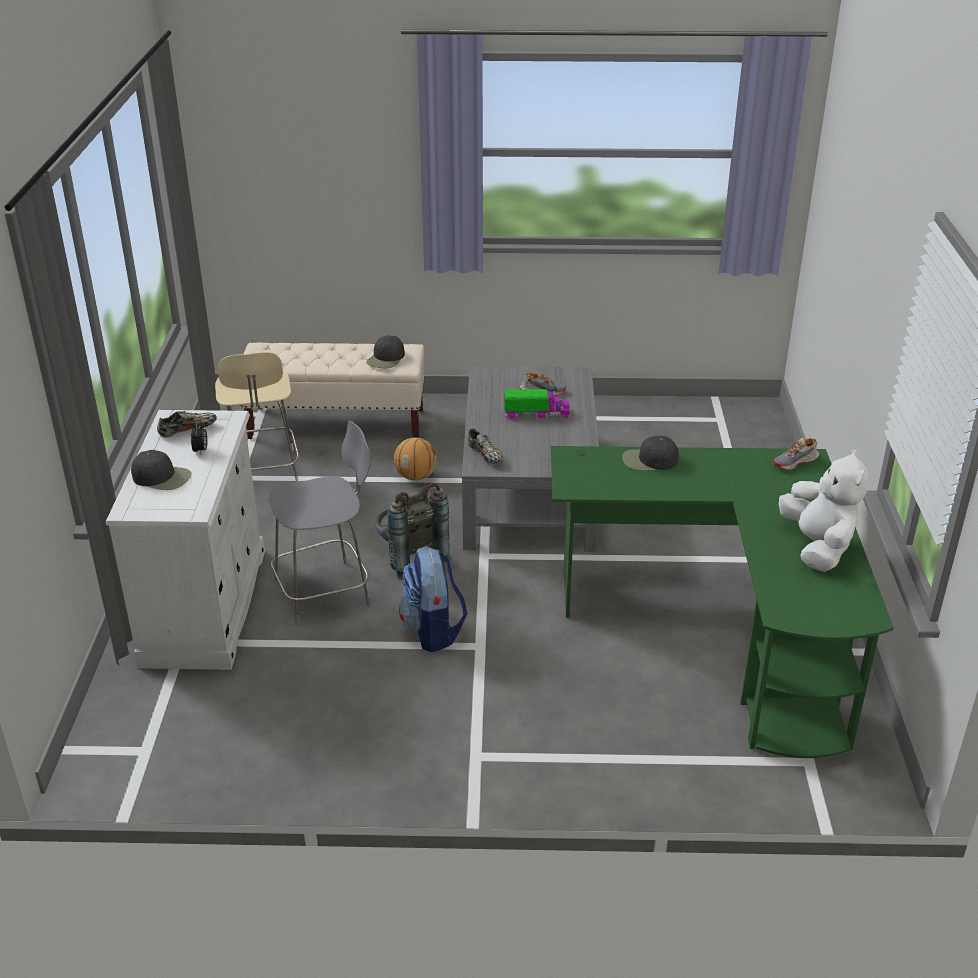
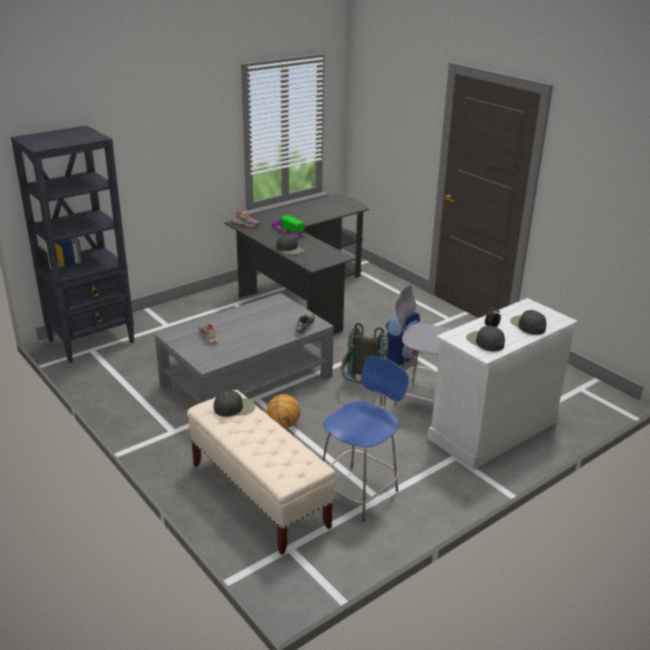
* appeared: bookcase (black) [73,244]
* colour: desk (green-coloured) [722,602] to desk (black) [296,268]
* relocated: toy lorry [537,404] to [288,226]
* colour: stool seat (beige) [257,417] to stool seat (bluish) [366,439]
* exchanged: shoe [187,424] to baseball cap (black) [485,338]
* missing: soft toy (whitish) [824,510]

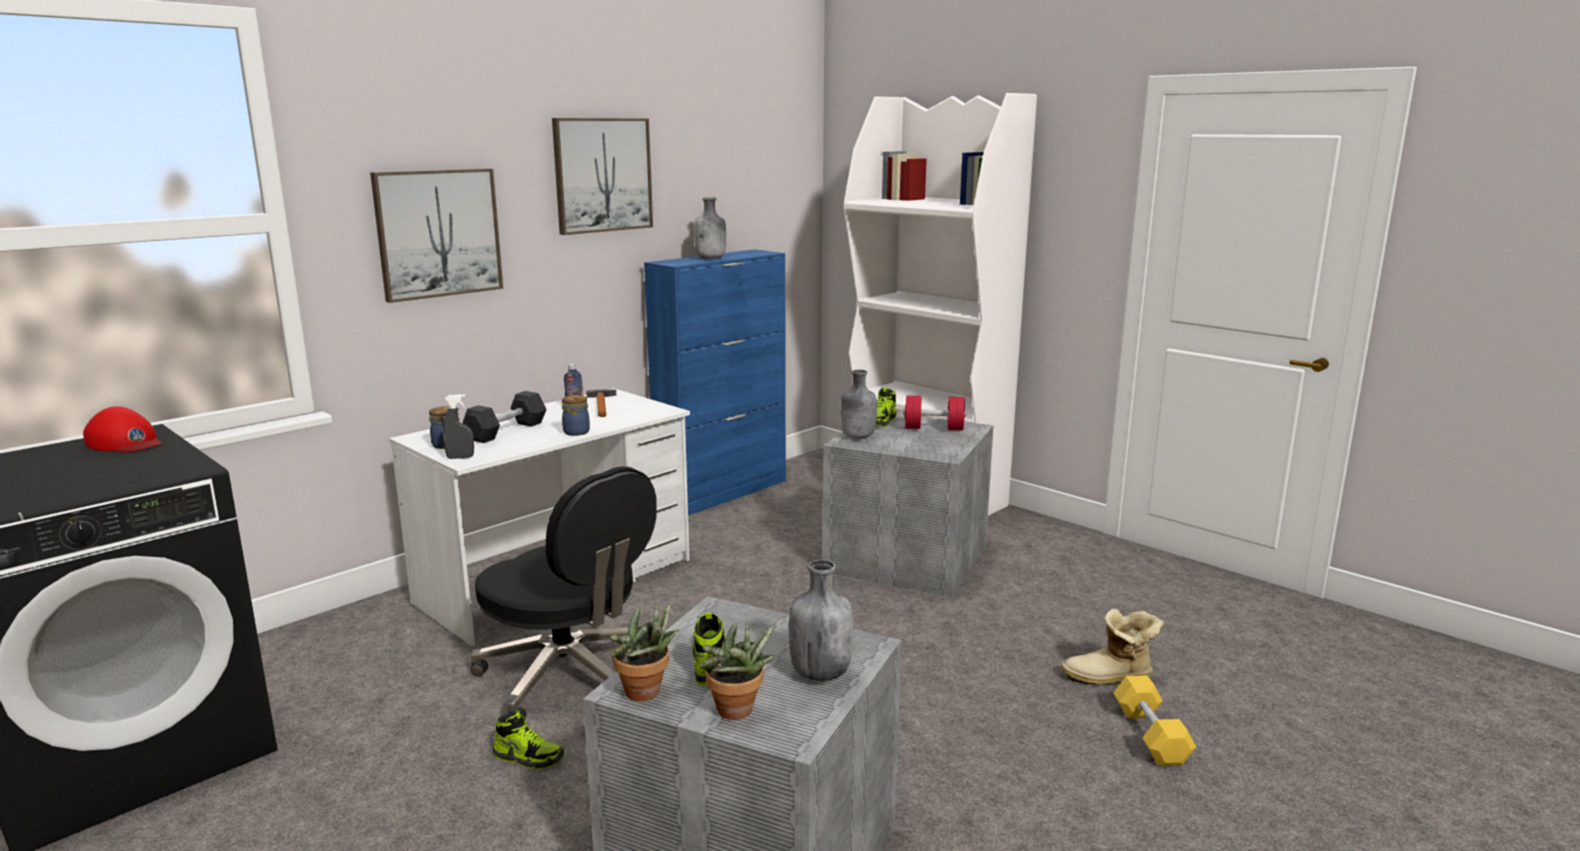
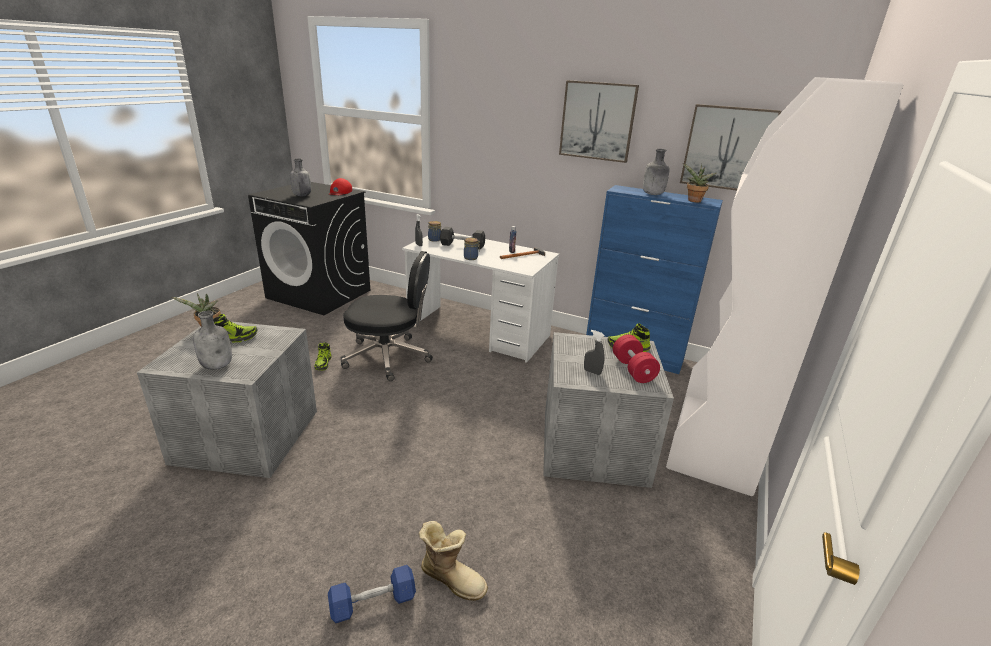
* relocated: drink bottle (grey) [858,404] to [300,177]
* colour: free weight (yellowish) [1154,720] to free weight (bluish) [372,594]
* spun: office chair (black) [563,591] = [386,316] 105 degrees counterclockwise
* spun: boot [1112,647] = [453,561] 135 degrees clockwise
* appeared: spray bottle (grey) [594,352]
* relocated: wall picture [436,236] to [730,147]
* relocated: houseplant [738,671] to [699,182]

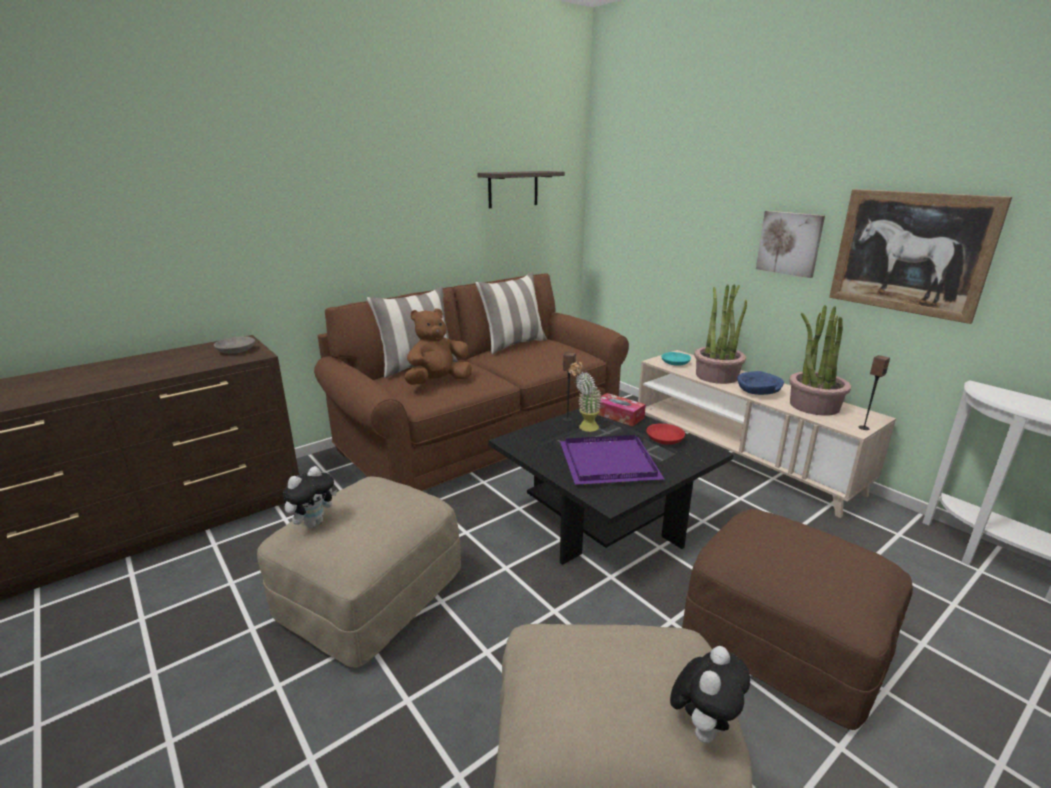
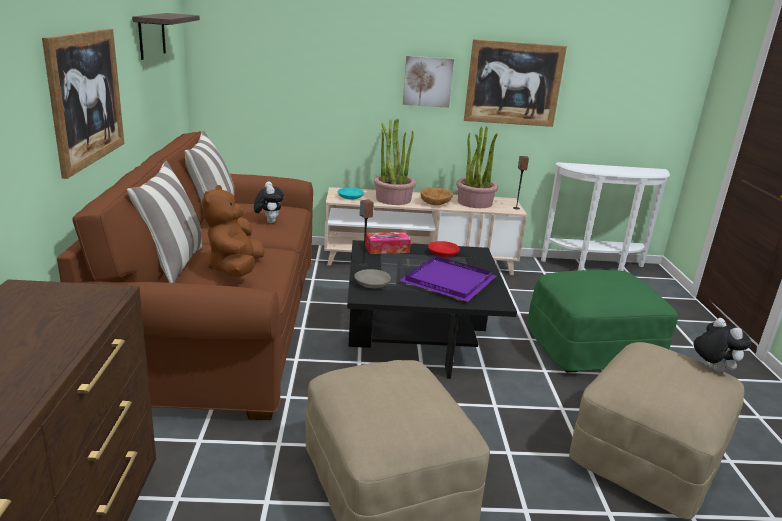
* appeared: wall picture [83,104]
* relocated: soft toy [310,497] to [269,202]
* relocated: serving bowl (grey) [234,345] to [373,278]
* colour: serving bowl (bluish) [760,383] to serving bowl (brown-coloured) [436,196]
* colour: pouffe (brown-coloured) [797,619] to pouffe (green-coloured) [602,321]
* missing: houseplant [585,396]

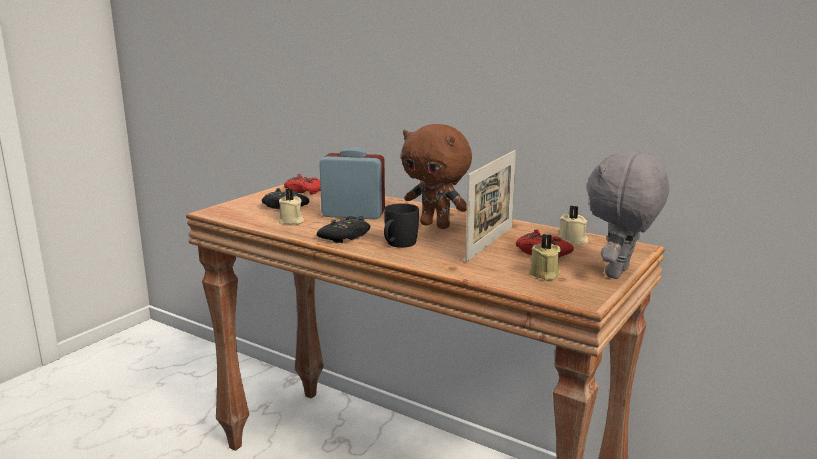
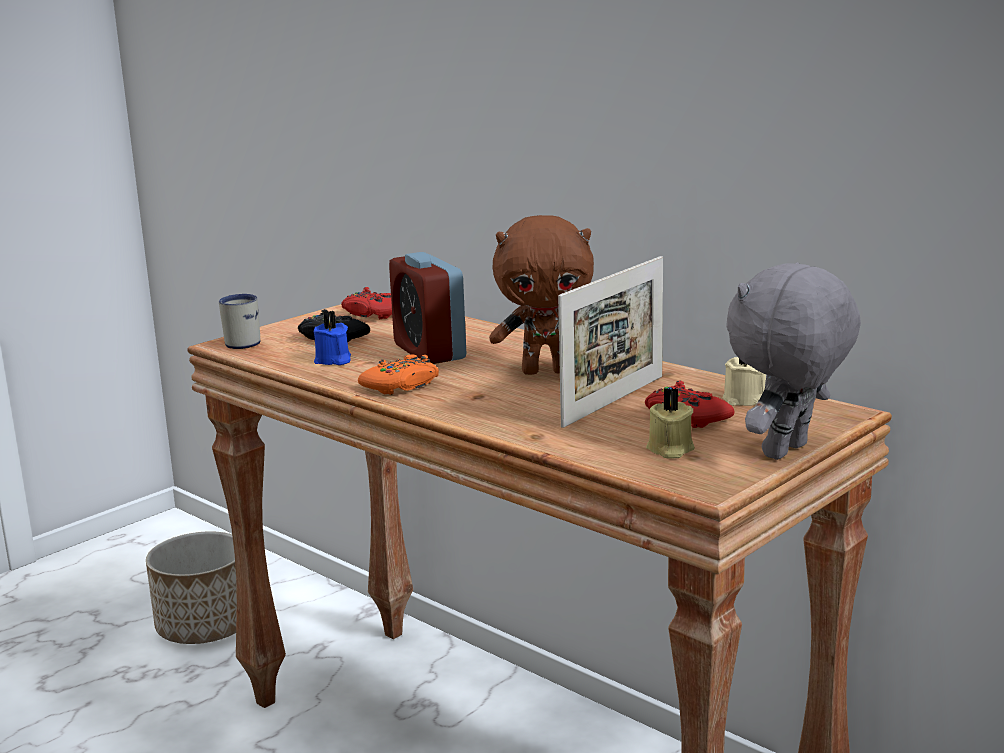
* appeared: flower pot [191,587]
* appeared: coffee mug (whitish) [239,321]
* colour: wax candle (beige) [291,206] to wax candle (bluish) [332,337]
* colour: joypad (black) [343,229] to joypad (orange-coloured) [398,375]
* spun: bedside clock [352,183] = [427,308] 135 degrees counterclockwise
* spun: soft toy (brown-coloured) [436,176] = [541,295] 45 degrees counterclockwise
* missing: coffee mug (black) [401,225]

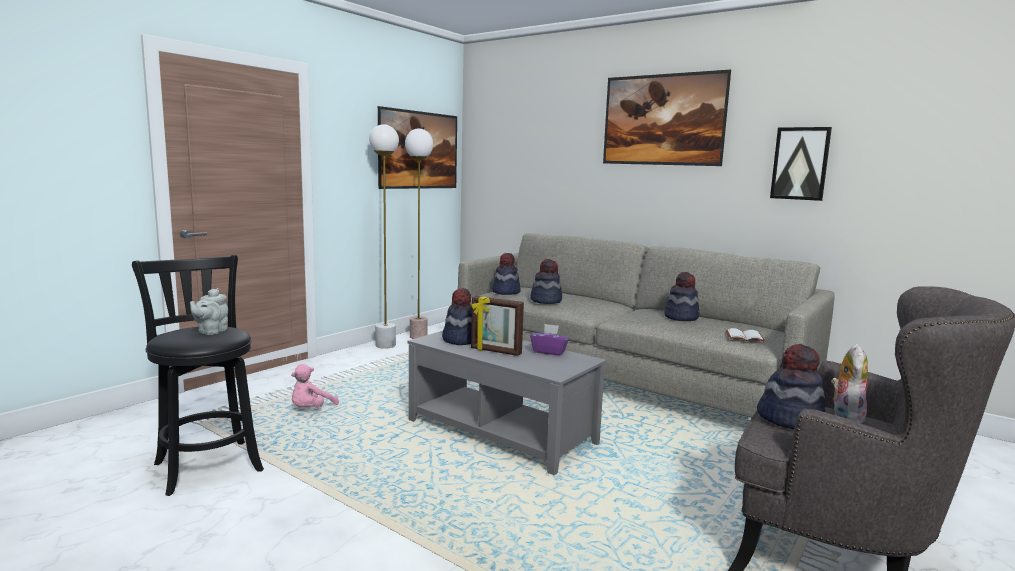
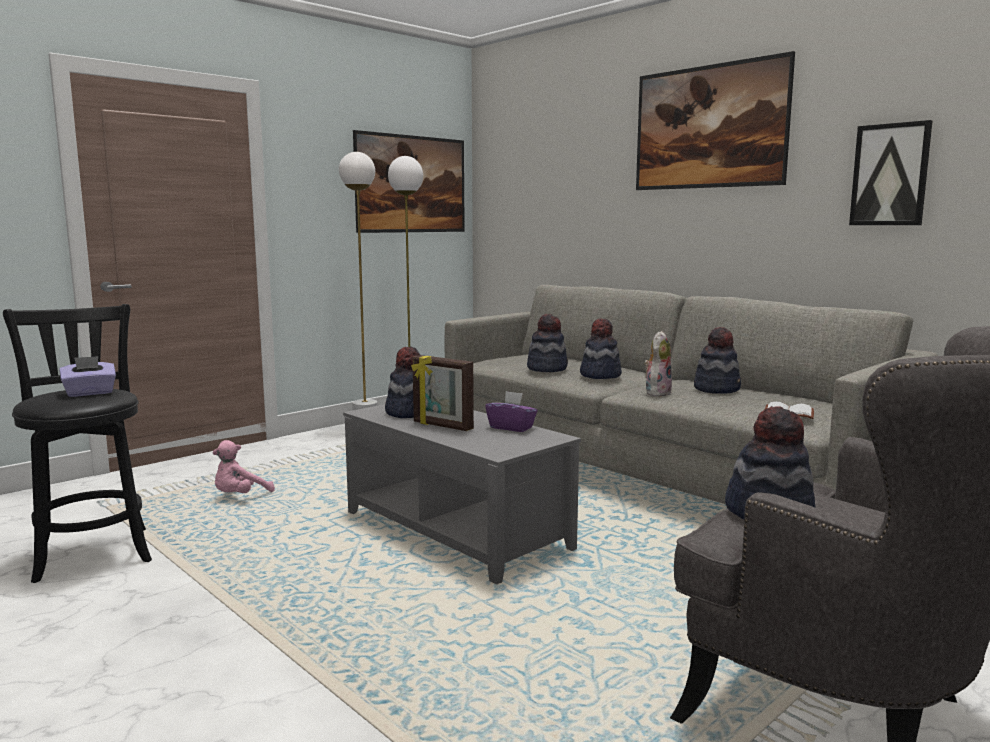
* exchanged: tea pot (grey) [209,311] to box of tissues (purplish) [88,376]
* relocated: clothing hat [506,274] to [601,349]
* relocated: soft toy [849,384] to [658,364]

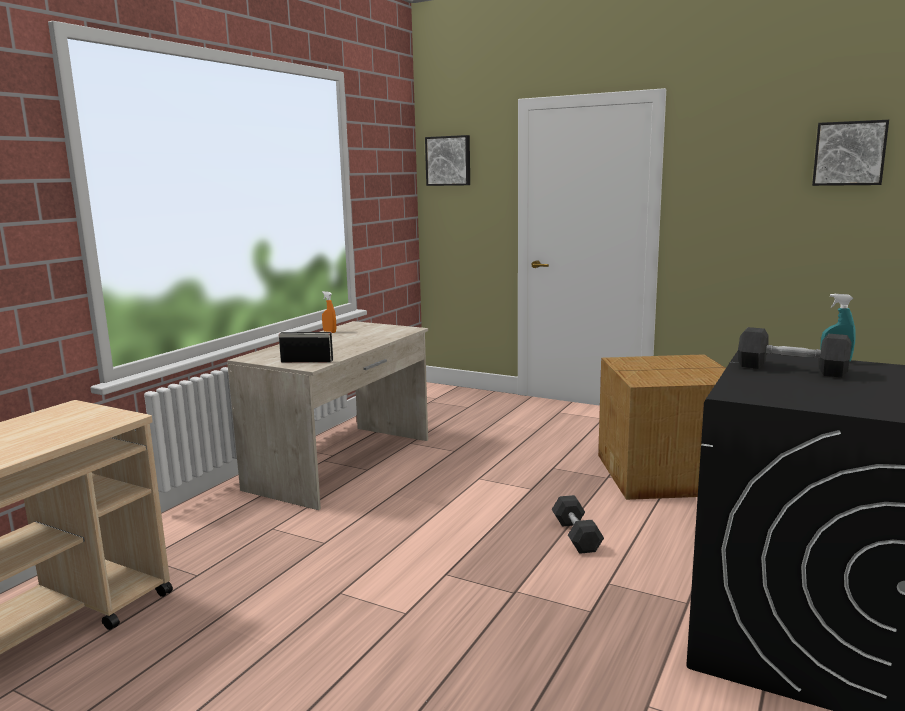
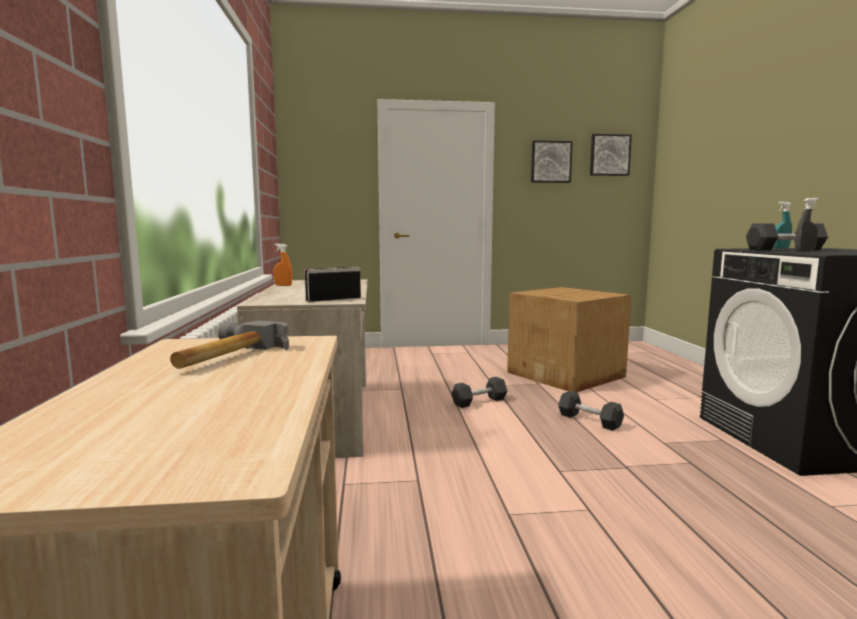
* appeared: hand hammer [229,345]
* appeared: free weight (grey) [479,392]
* relocated: wall picture [447,160] to [552,162]
* appeared: spray bottle (grey) [807,225]

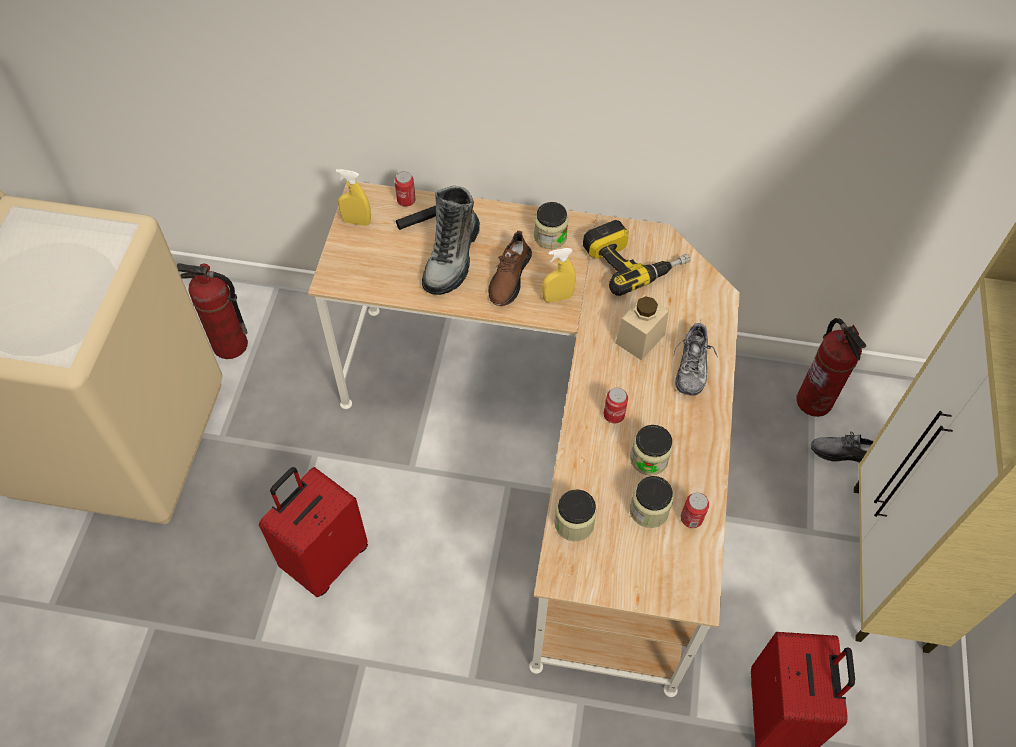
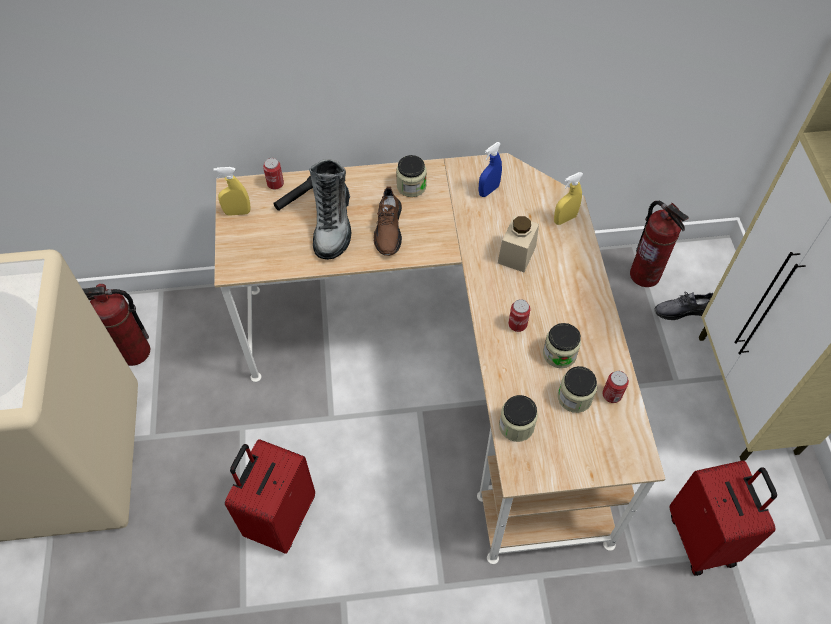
* exchanged: electric drill [636,258] to spray bottle (bluish) [490,169]
* relocated: spray bottle (yellowish) [559,275] to [569,198]
* missing: shoe [696,358]

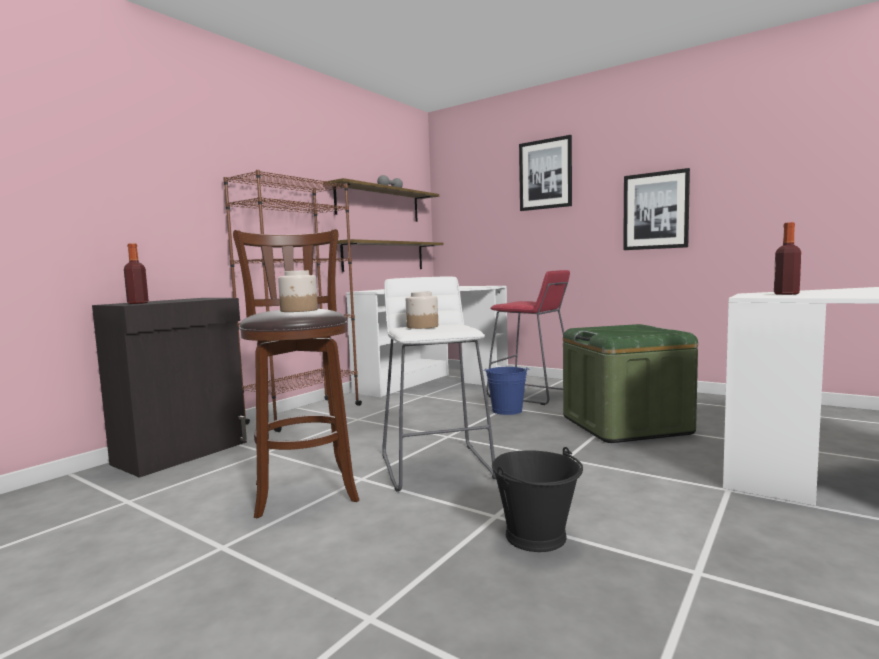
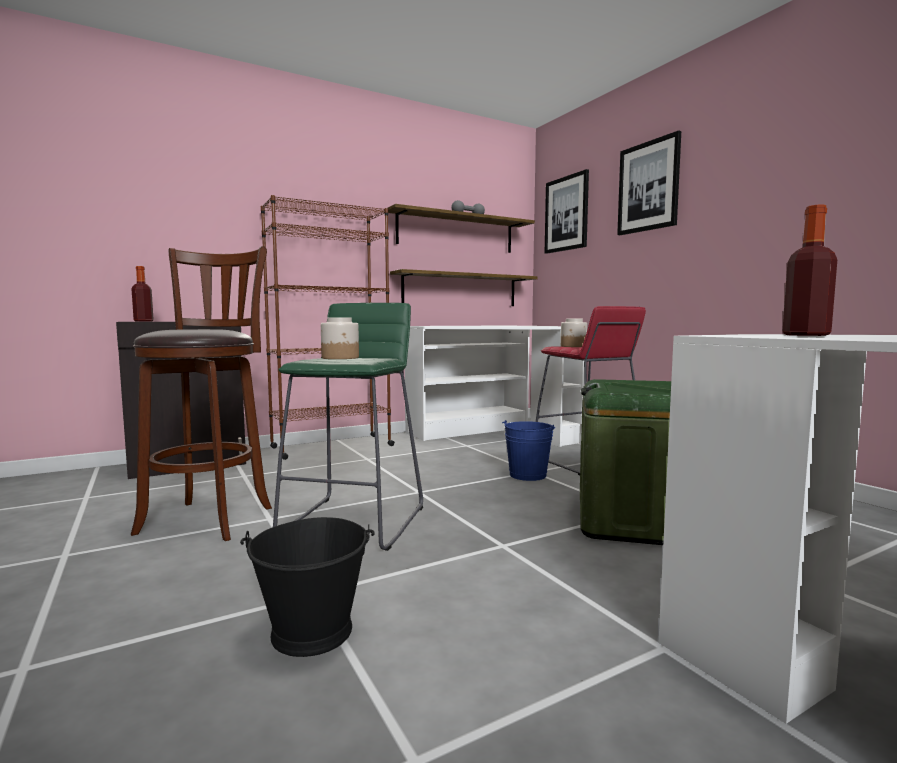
* colour: stool seat (whitish) [439,384] to stool seat (green-coloured) [348,427]
* relocated: wall picture [656,209] to [566,211]
* relocated: jar [298,291] to [574,333]

